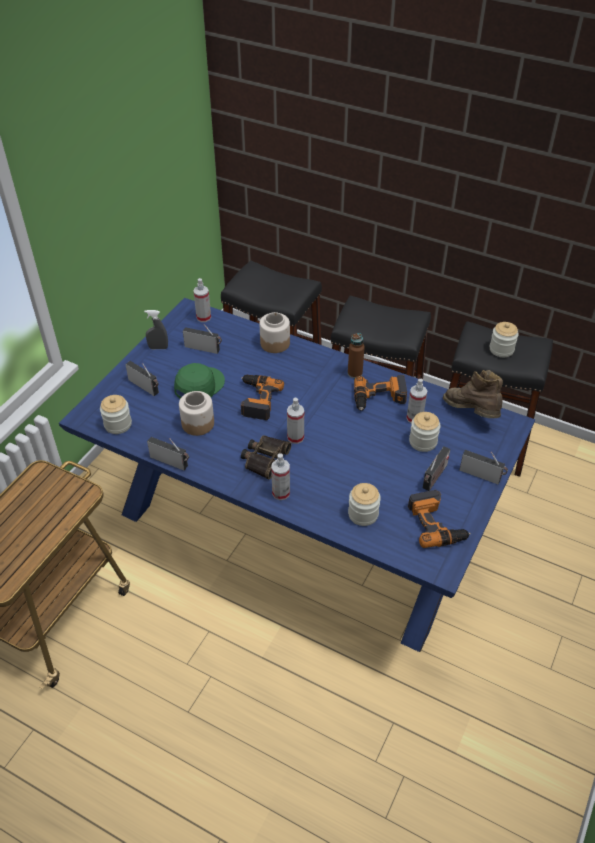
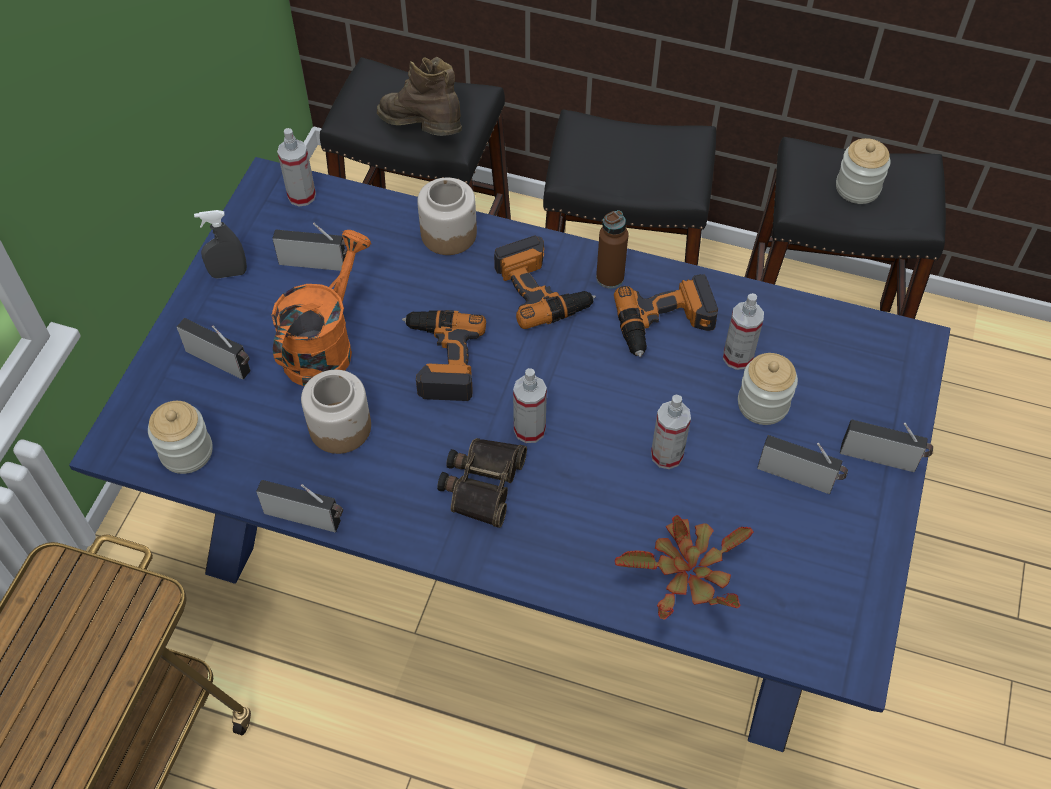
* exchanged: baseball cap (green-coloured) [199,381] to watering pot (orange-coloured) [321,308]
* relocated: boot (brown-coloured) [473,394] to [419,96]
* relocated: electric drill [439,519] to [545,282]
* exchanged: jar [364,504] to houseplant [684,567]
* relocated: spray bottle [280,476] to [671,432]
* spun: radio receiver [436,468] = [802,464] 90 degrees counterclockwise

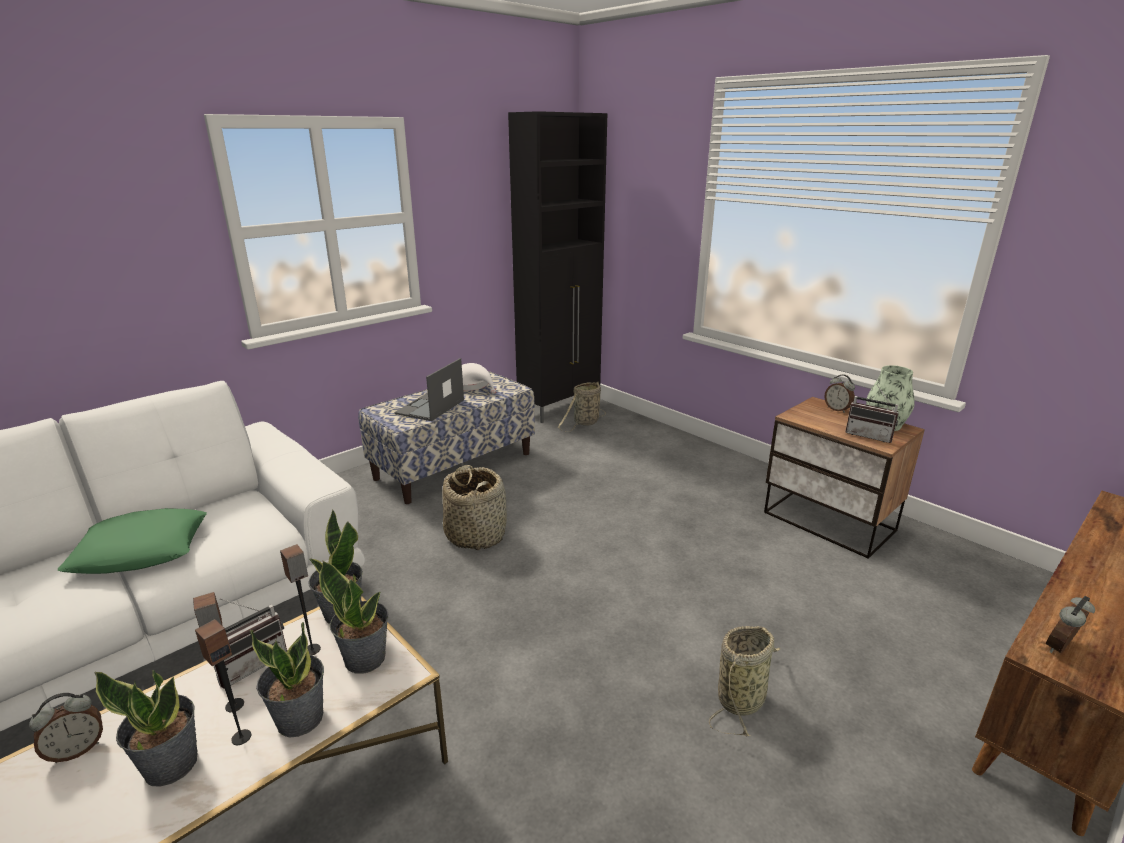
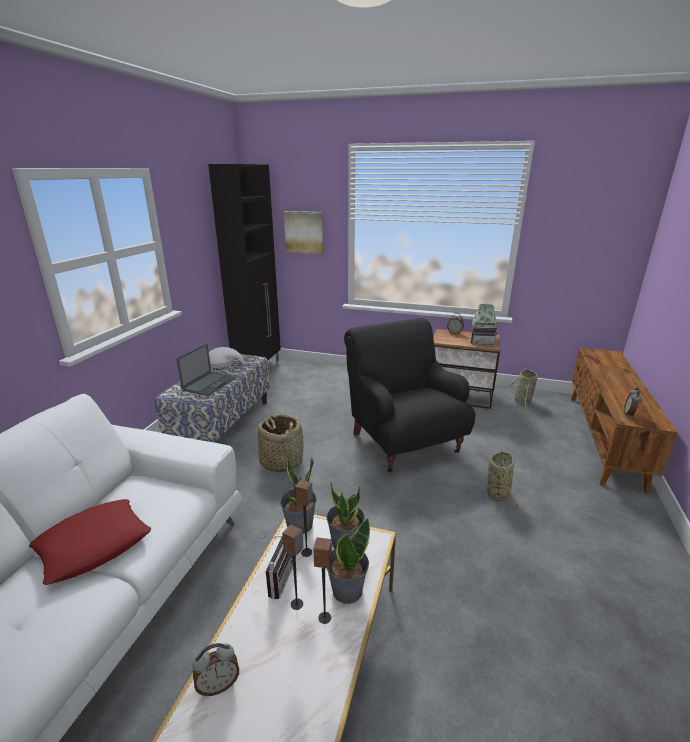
* colour: cushion (green-coloured) [132,541] to cushion (reddish) [90,542]
* spun: laptop [429,389] = [206,370] 150 degrees counterclockwise
* spun: bedside clock [66,728] = [216,669] 45 degrees clockwise
* appeared: wall picture [303,232]
* appeared: lounge chair (black) [409,395]
* relocated: household basket [582,407] to [523,390]
* missing: houseplant [146,728]

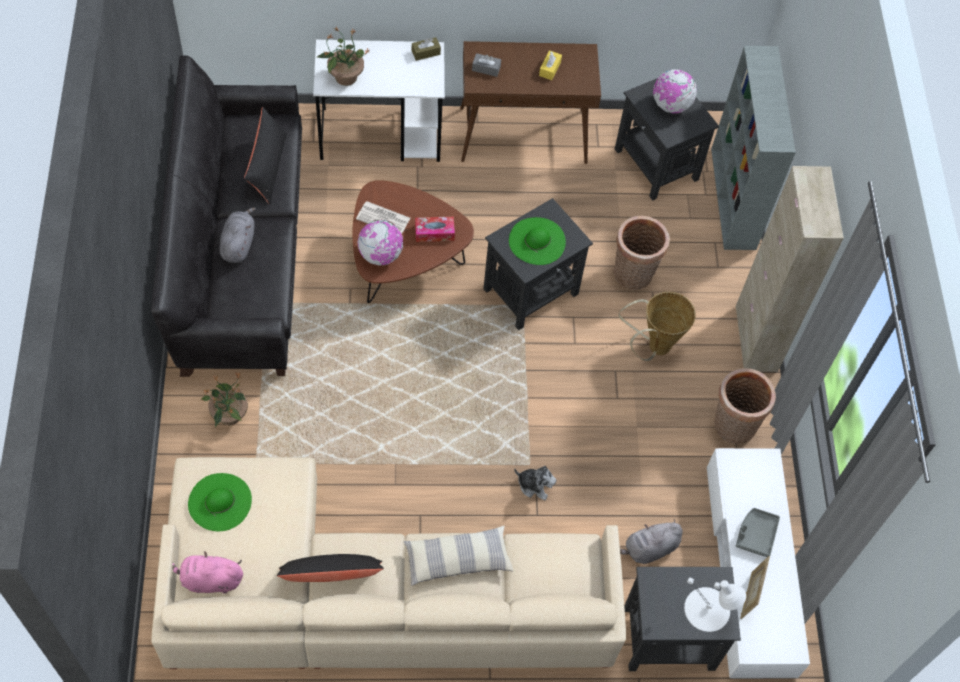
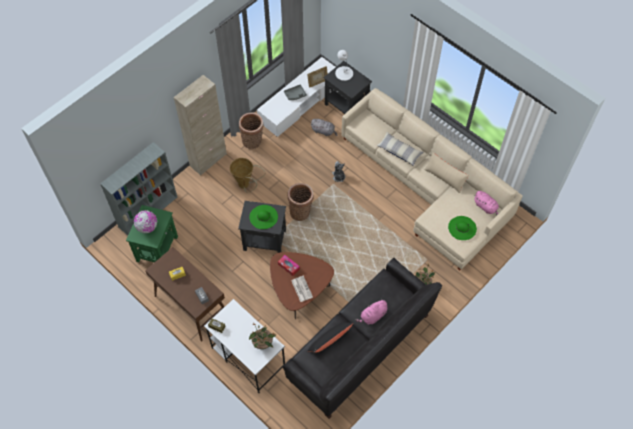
* colour: side table (black) [667,139] to side table (green-coloured) [152,233]
* relocated: household basket [642,253] to [300,202]
* colour: soft toy (grey) [237,235] to soft toy (pinkish) [371,312]
* colour: cushion (black) [330,568] to cushion (beige) [446,172]
* missing: desk globe [380,242]

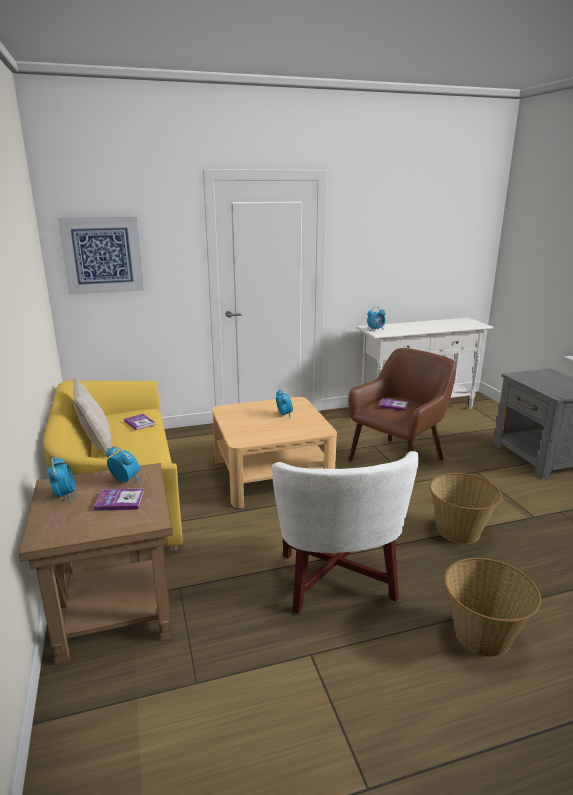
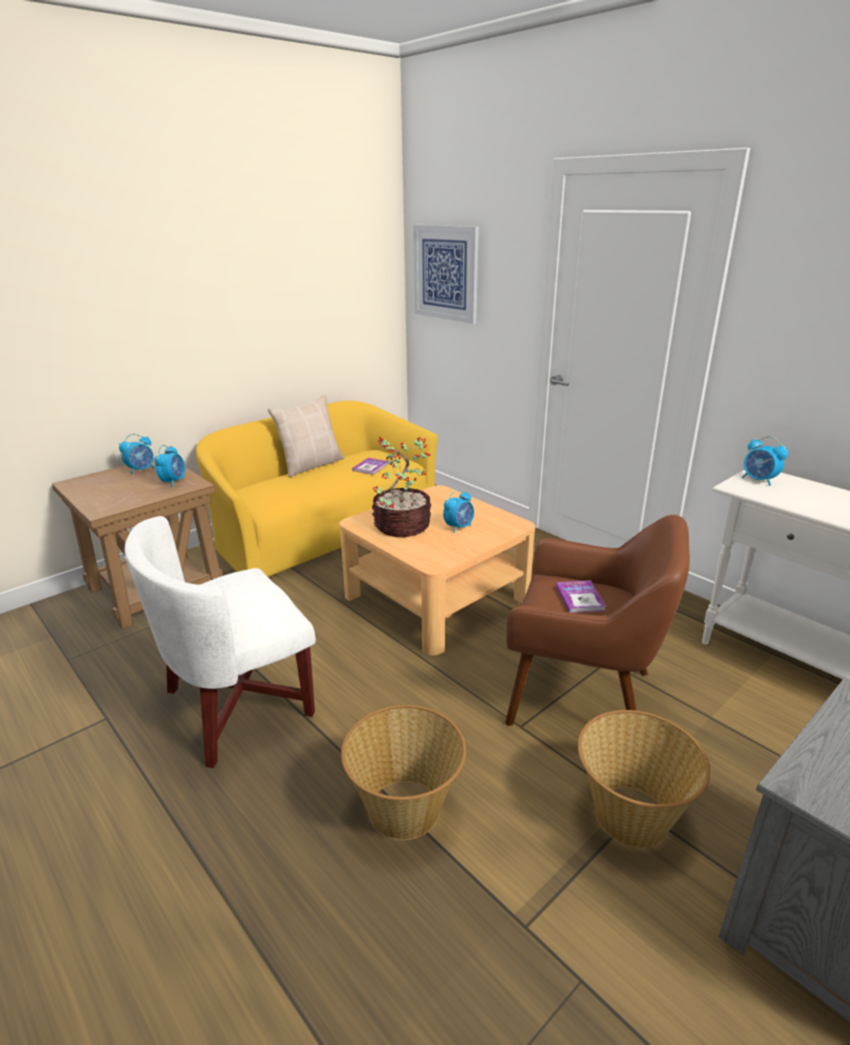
* appeared: houseplant [401,486]
* relocated: household basket [492,607] to [643,779]
* missing: book [119,499]

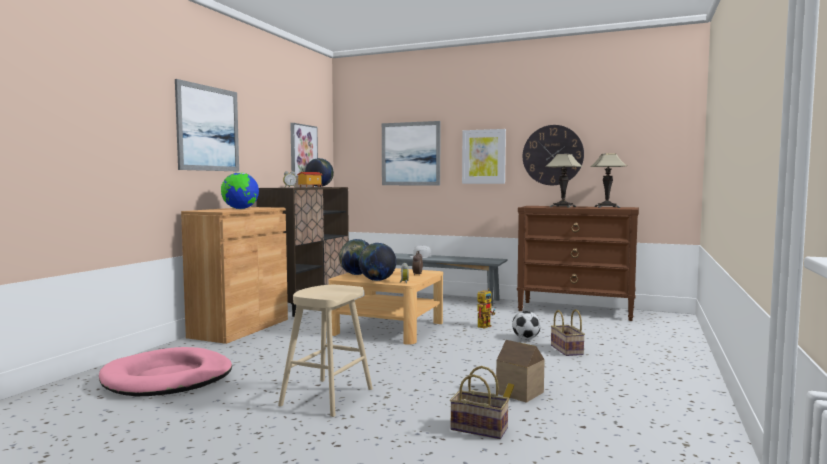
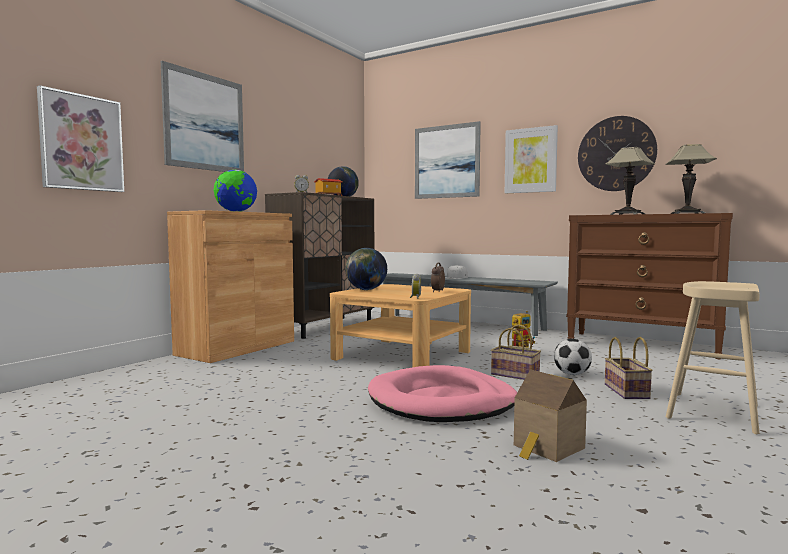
* relocated: wall picture [304,150] to [80,138]
* relocated: pet bed (pinkish) [165,371] to [442,393]
* relocated: household basket [479,402] to [516,352]
* relocated: stool seat (beige) [325,351] to [713,357]
* missing: desk globe [377,262]

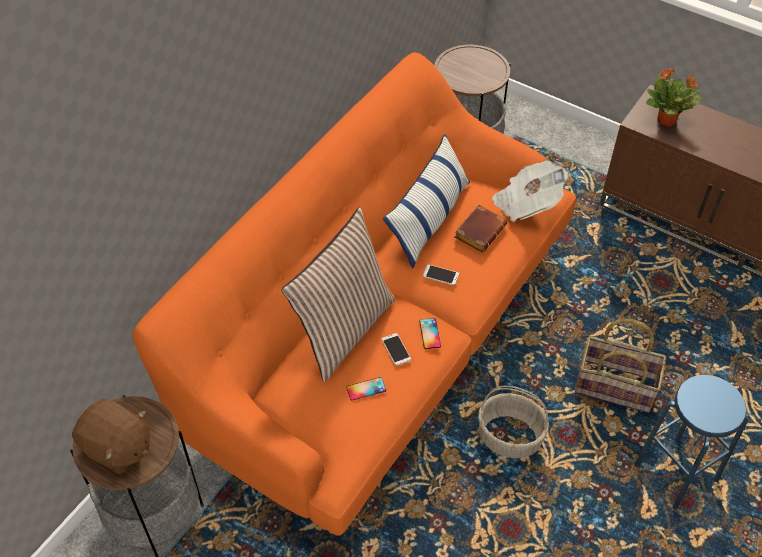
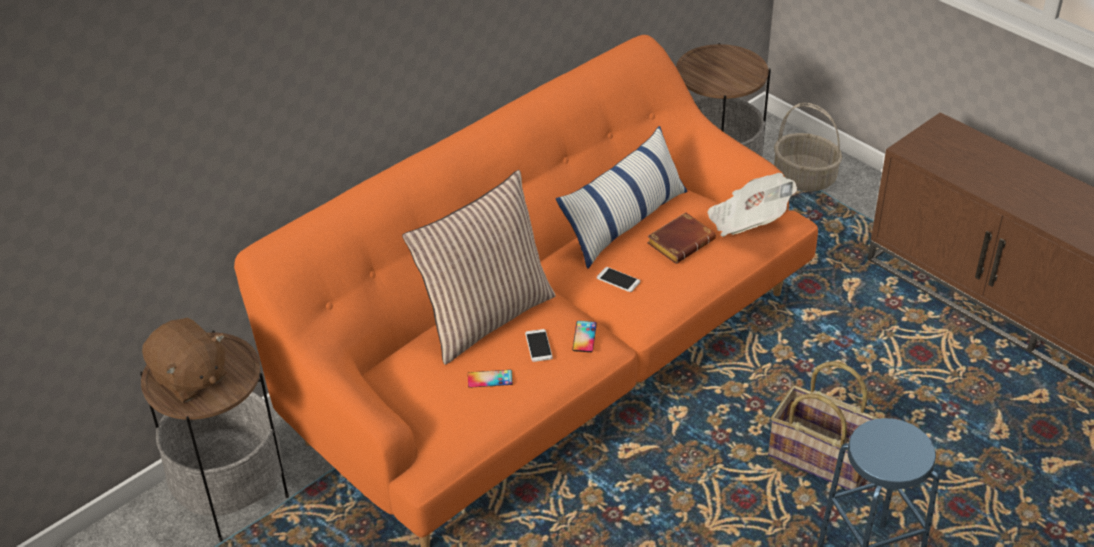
* relocated: household basket [513,422] to [808,147]
* missing: houseplant [674,97]

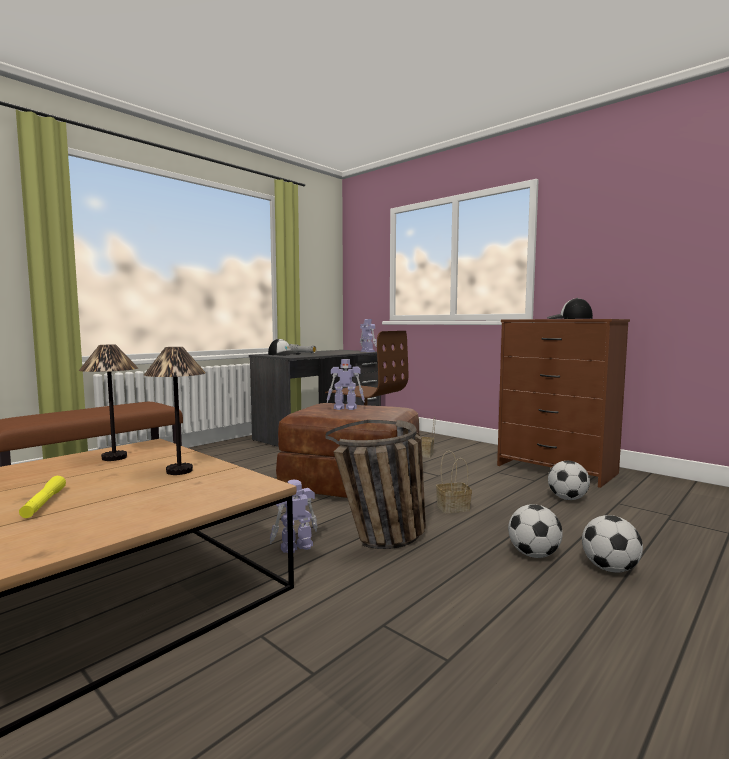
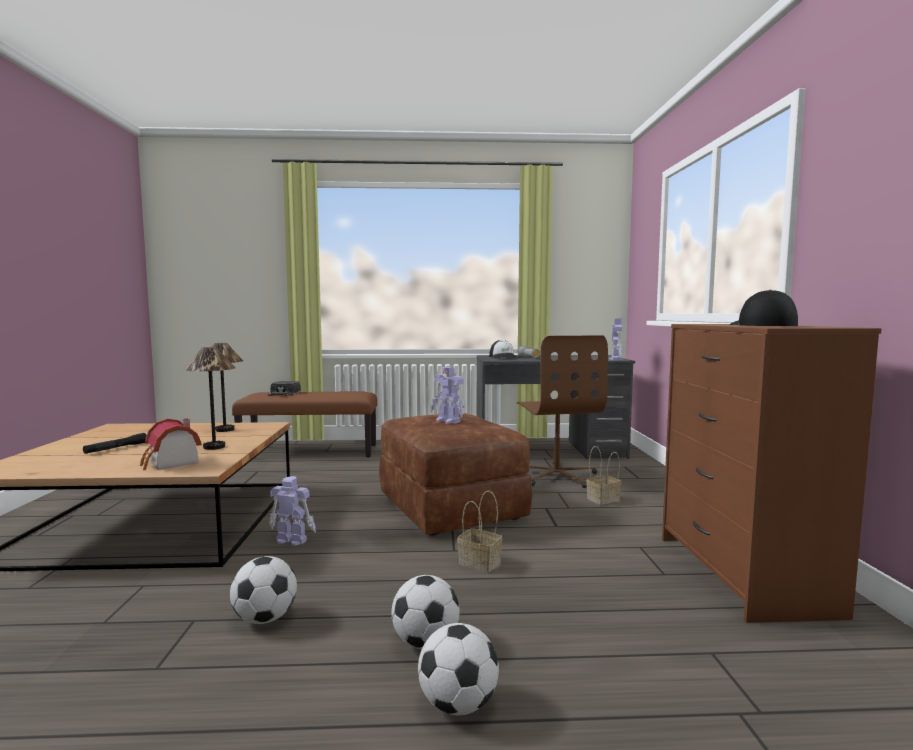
* colour: hand torch (yellowish) [42,497] to hand torch (black) [115,443]
* appeared: miniature house [171,444]
* relocated: football ball [569,480] to [263,590]
* appeared: baseball cap (black) [284,388]
* missing: household basket [375,484]

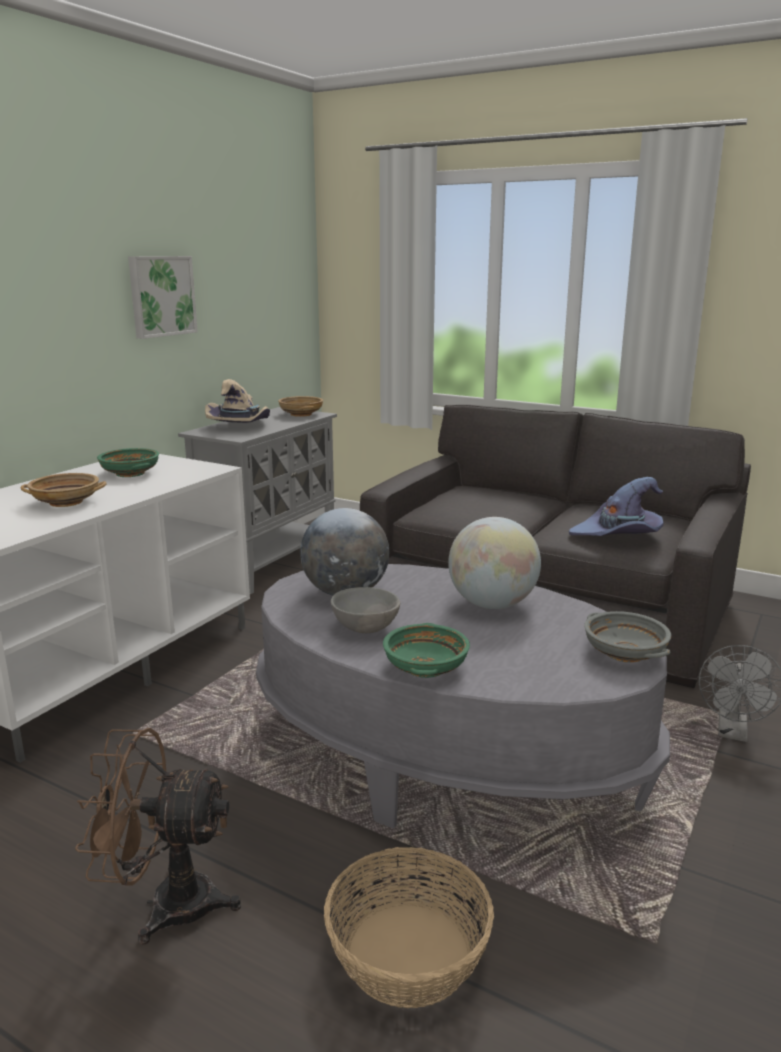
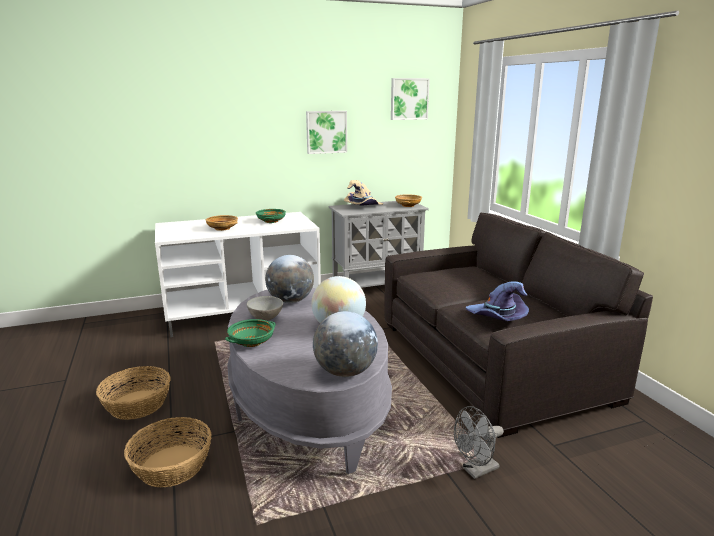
* exchanged: fan (brown-coloured) [158,836] to household basket [133,393]
* exchanged: serving bowl (grey) [628,637] to desk globe [345,344]
* appeared: wall picture [410,99]

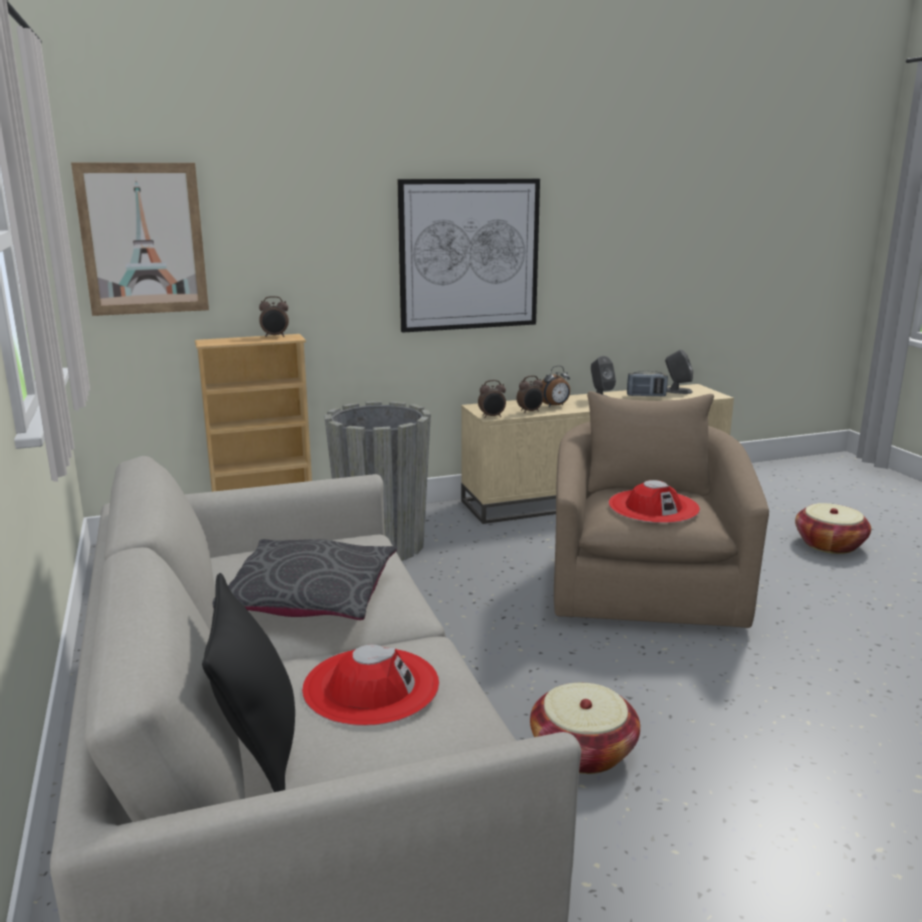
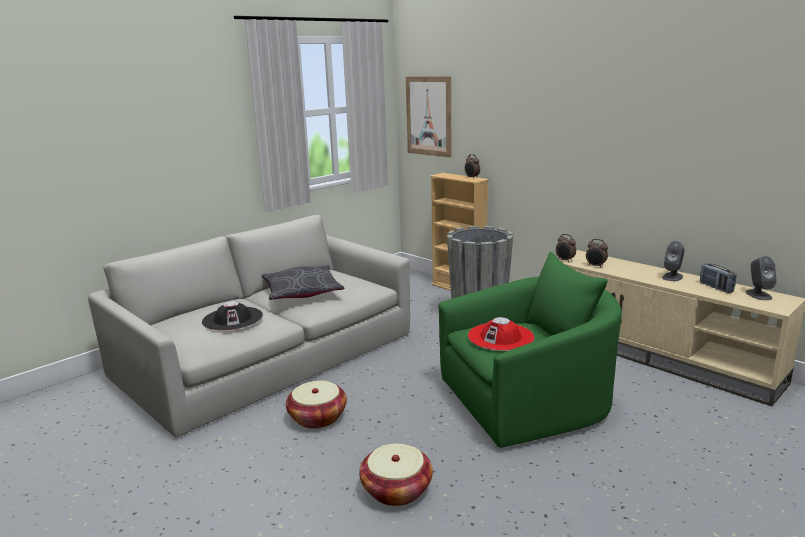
* colour: clothing hat (reddish) [370,685] to clothing hat (black) [232,316]
* relocated: household basket [833,528] to [396,475]
* colour: lounge chair (beige) [661,509] to lounge chair (green-coloured) [530,350]
* missing: cushion (black) [248,682]
* missing: wall picture [468,256]
* missing: bedside clock [554,386]

